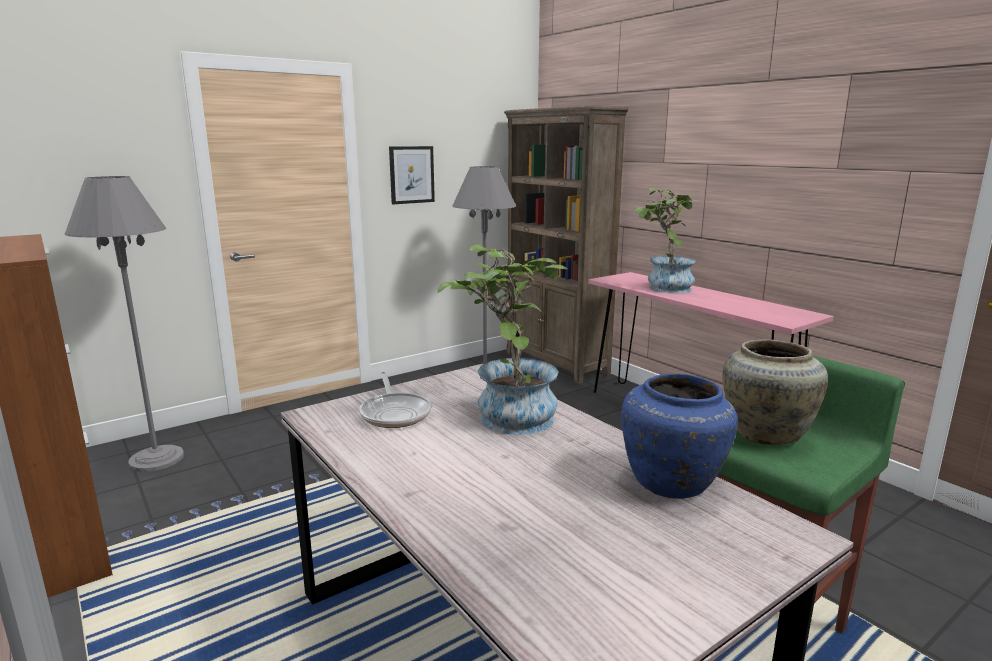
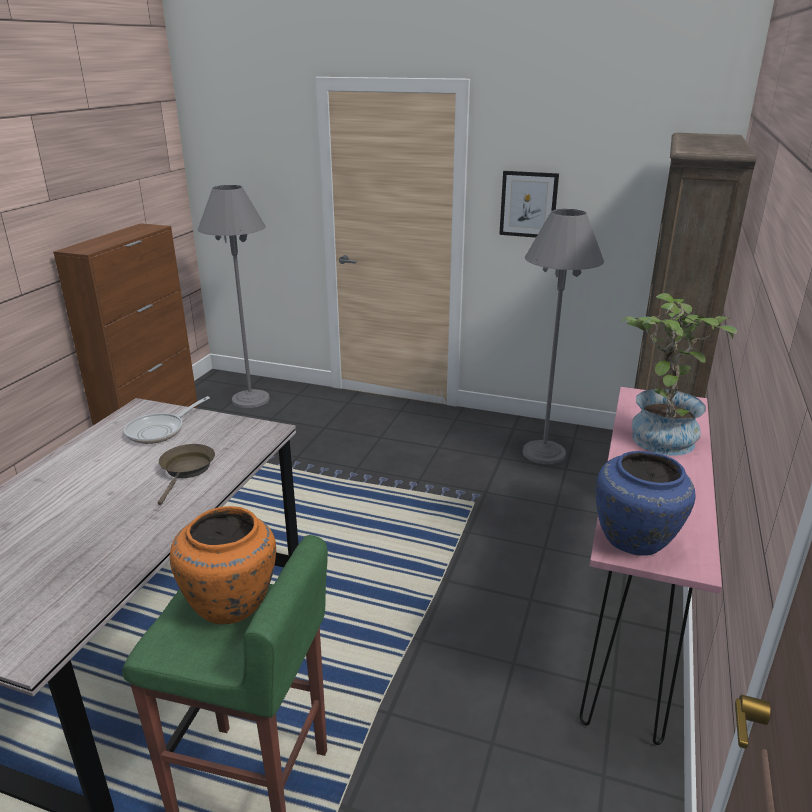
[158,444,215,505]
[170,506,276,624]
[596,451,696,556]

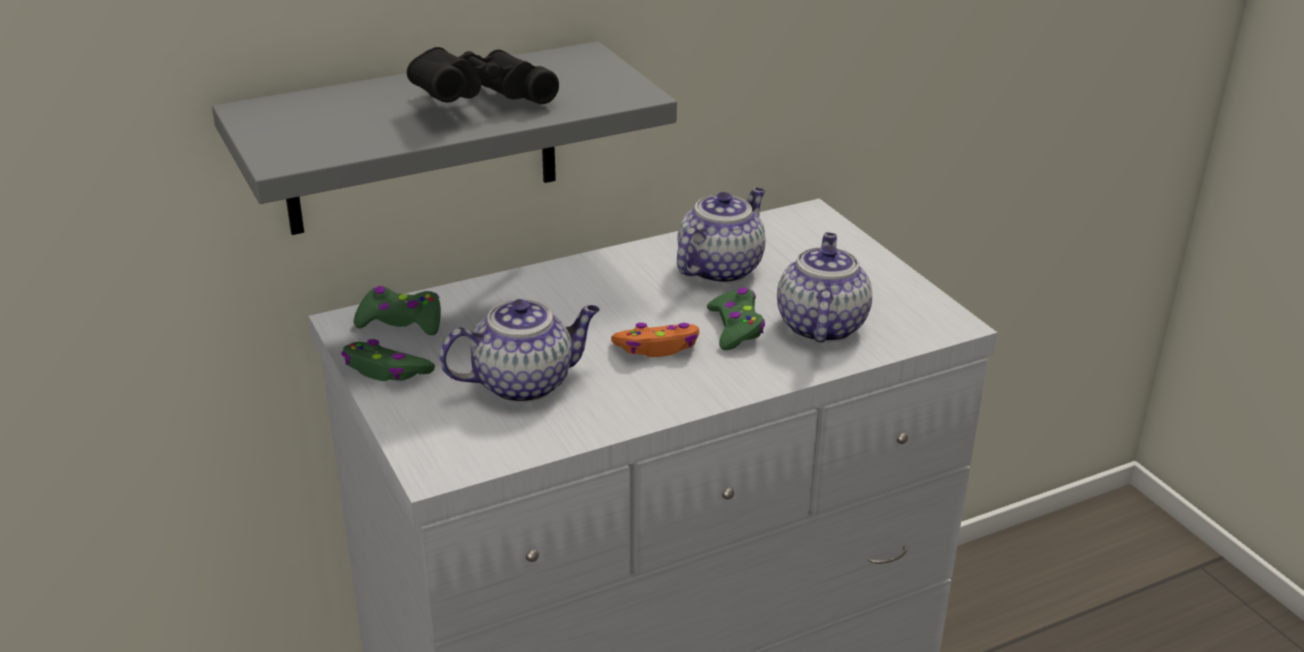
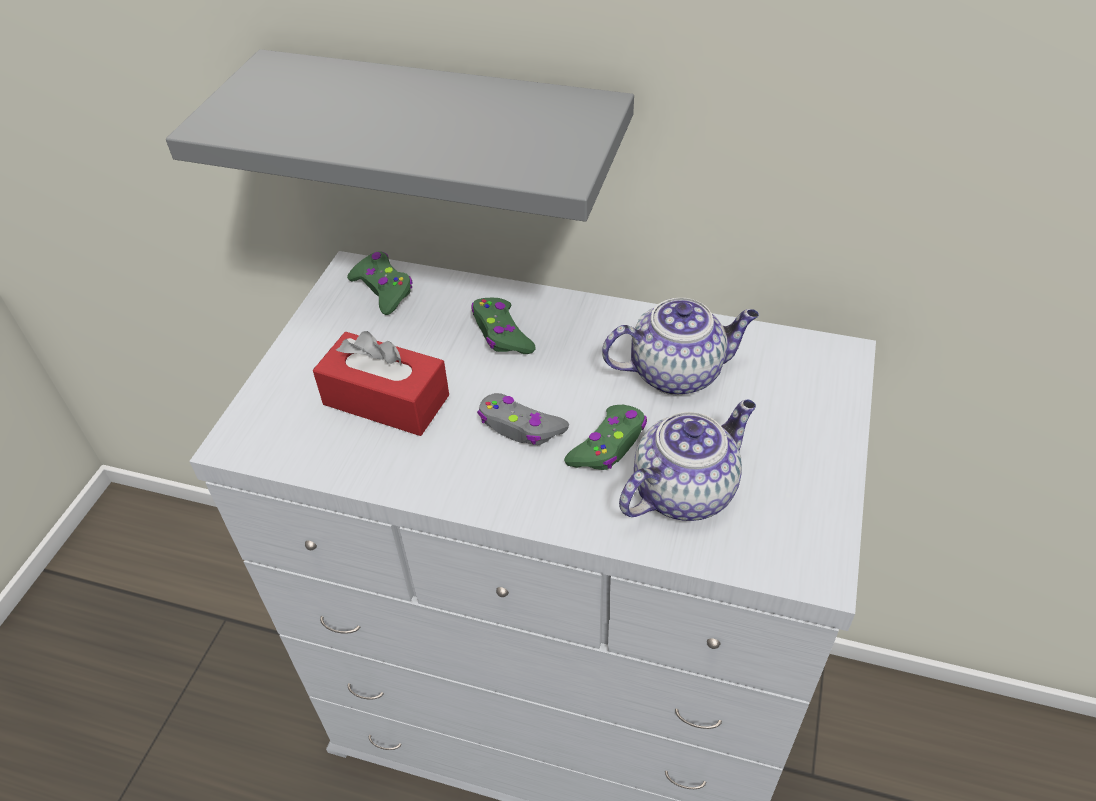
[313,331,449,436]
[471,298,536,354]
[477,393,569,445]
[407,47,559,104] (first image)

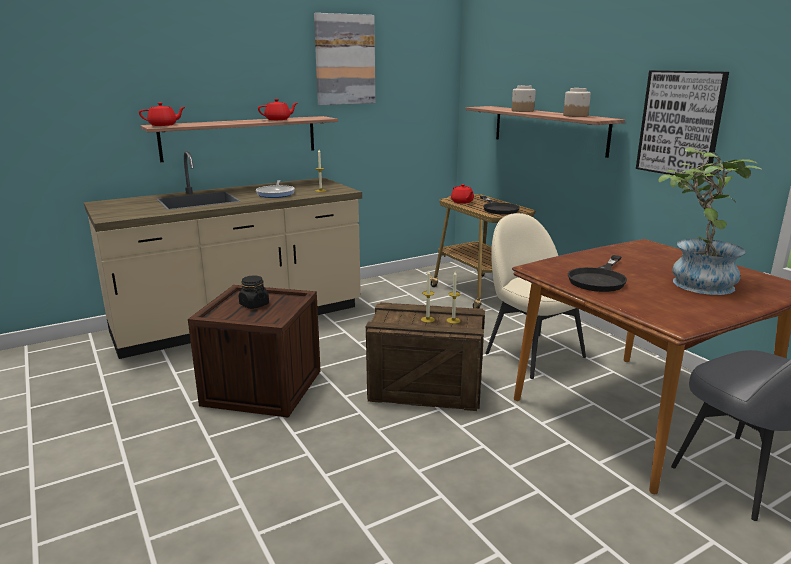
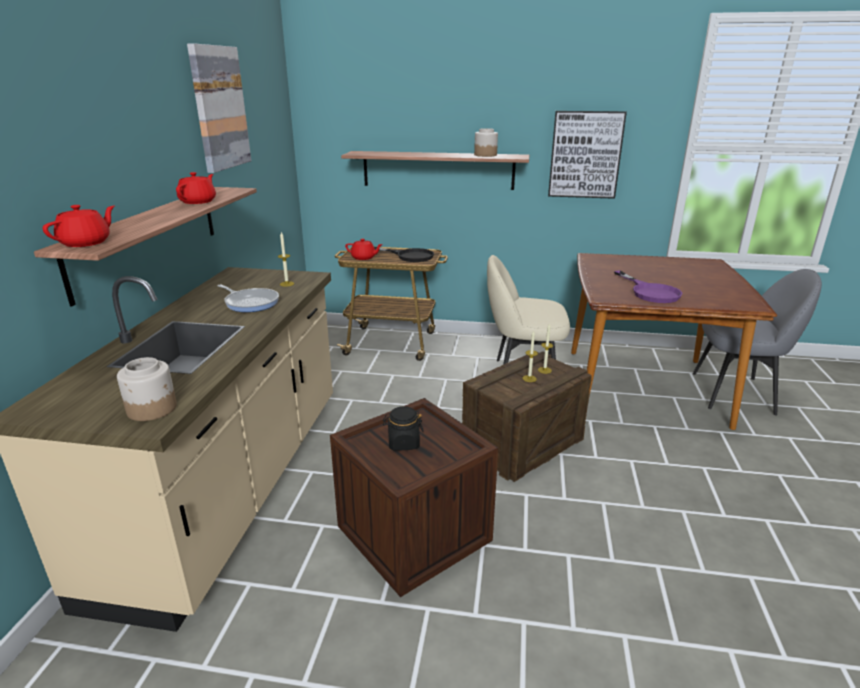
[117,357,177,421]
[614,271,682,303]
[658,147,761,295] (first image)

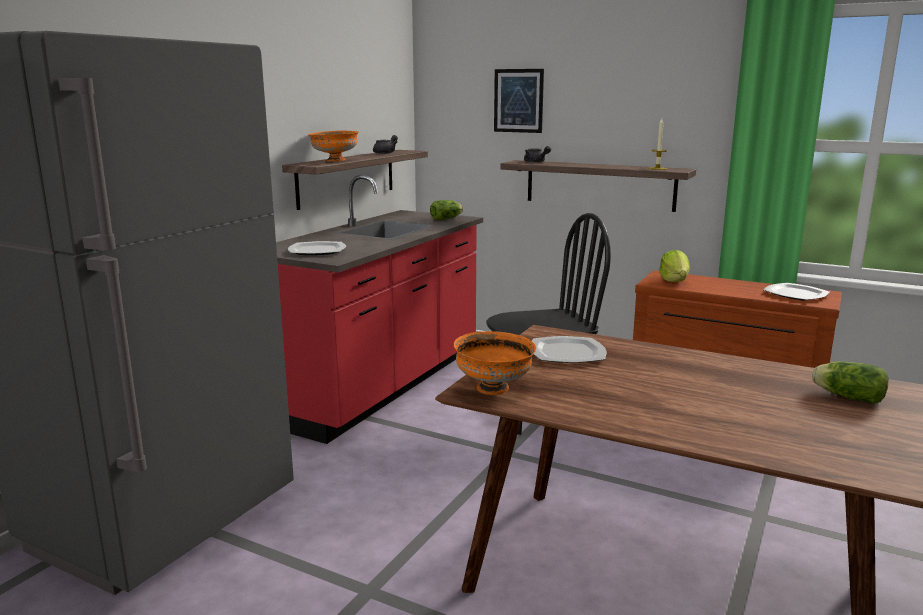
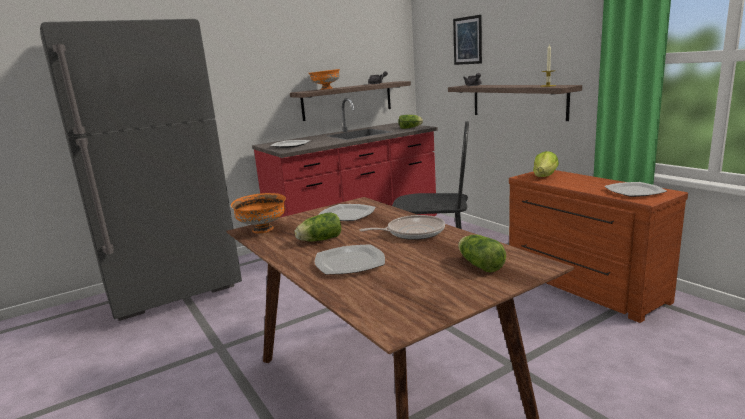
[295,212,341,241]
[315,244,385,275]
[359,215,445,240]

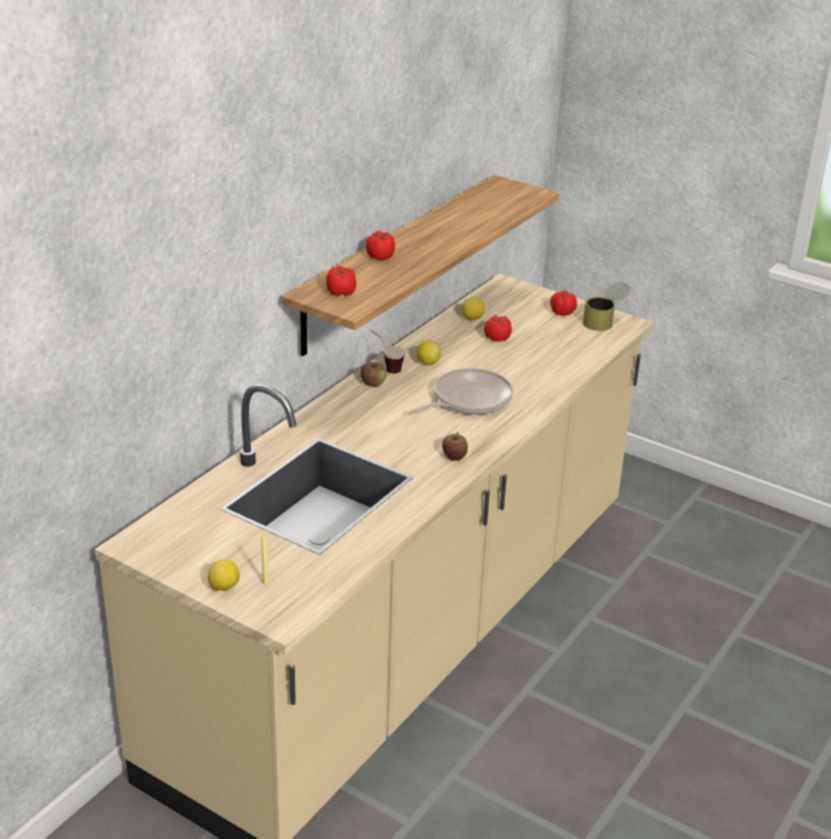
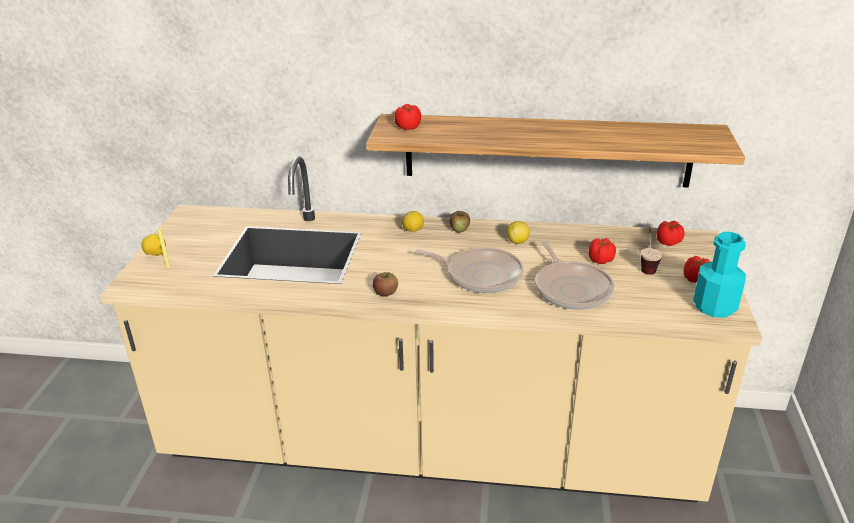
[402,211,424,232]
[535,241,614,309]
[641,227,663,275]
[657,221,685,246]
[693,232,746,318]

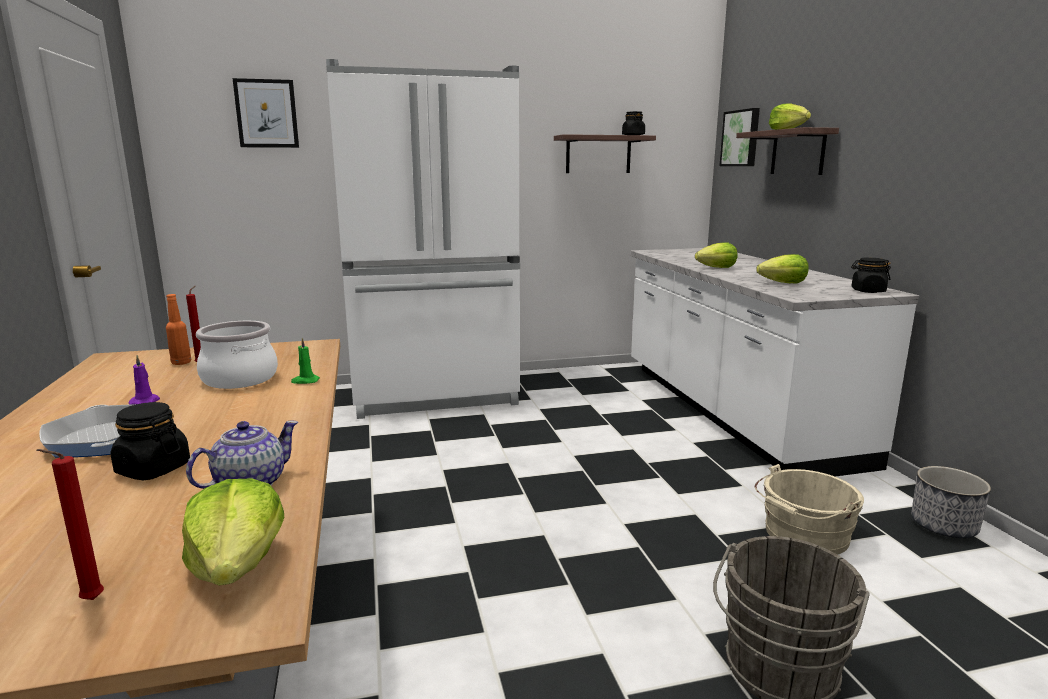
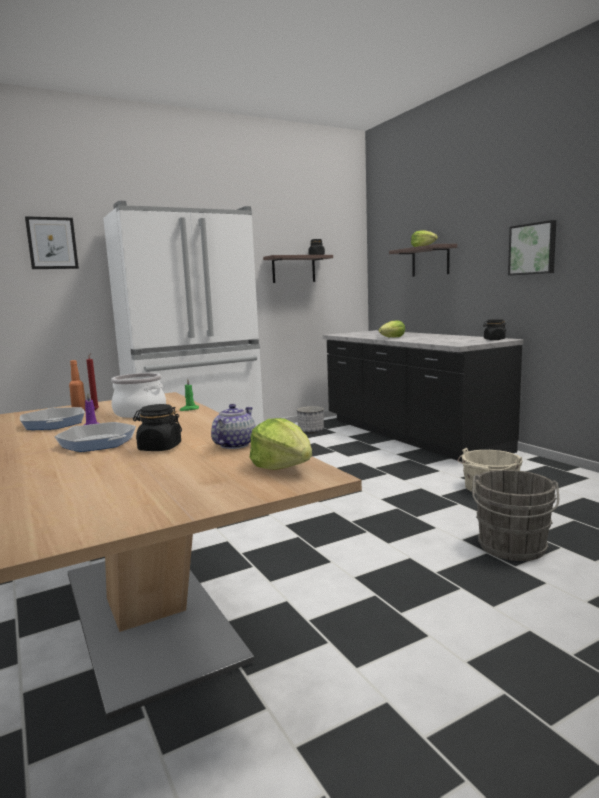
[20,407,85,430]
[297,406,324,433]
[323,330,523,462]
[508,220,556,276]
[36,449,104,600] (first image)
[756,254,808,284] (first image)

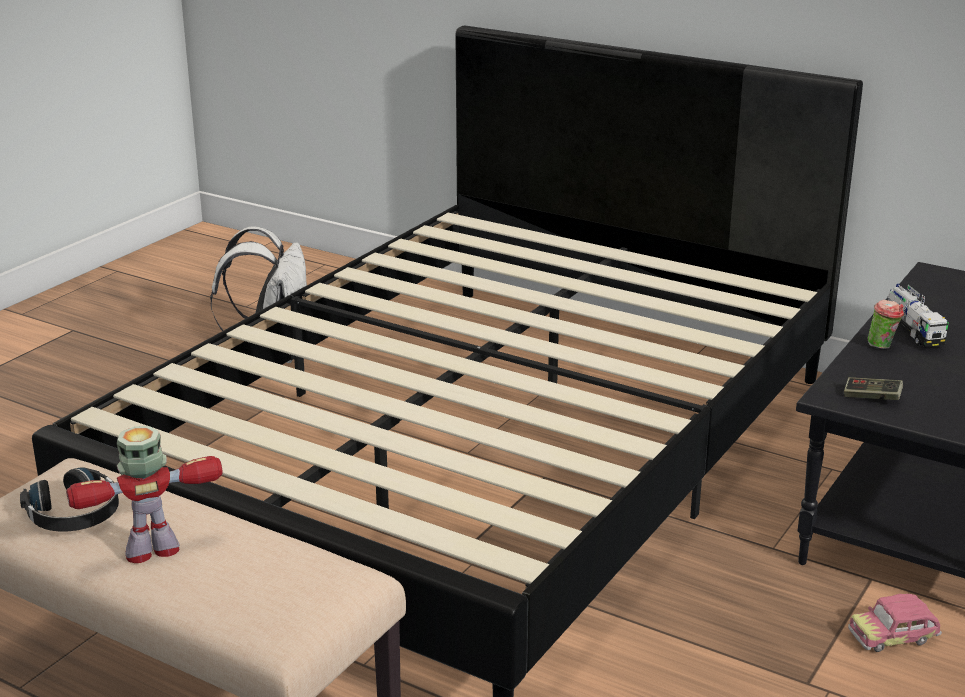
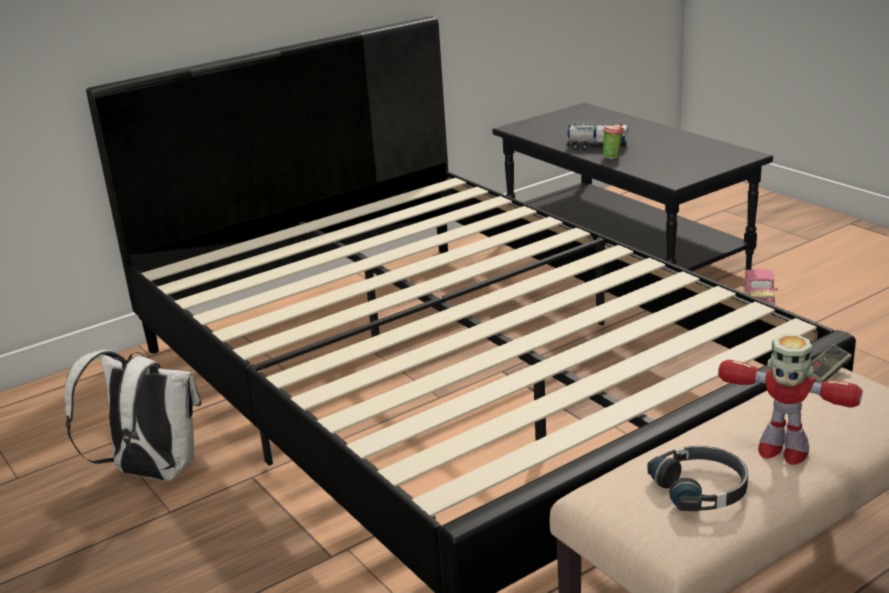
[718,335,862,465]
[809,344,852,383]

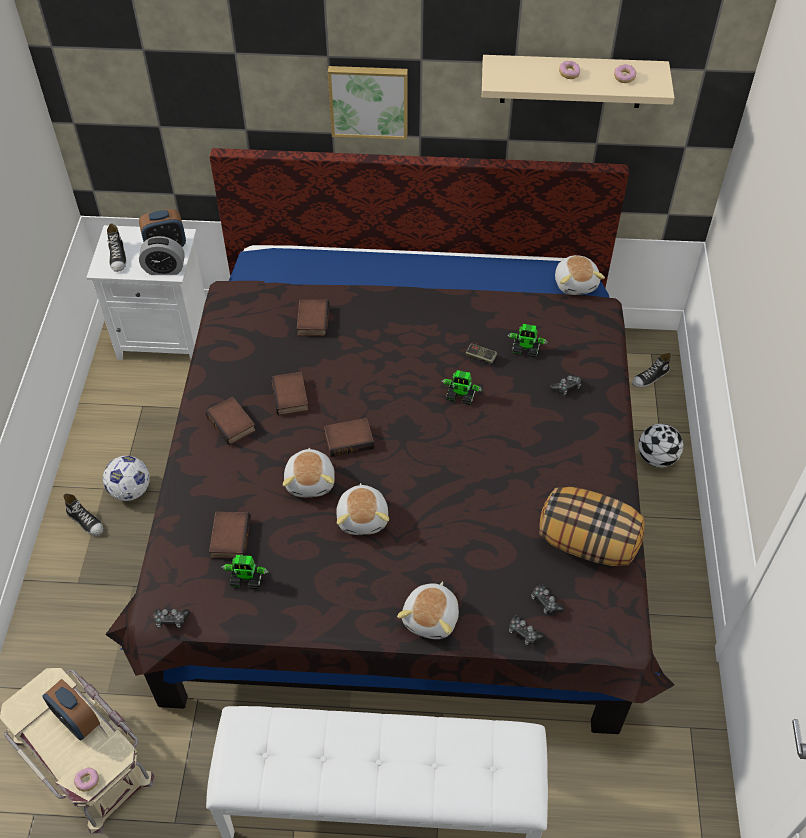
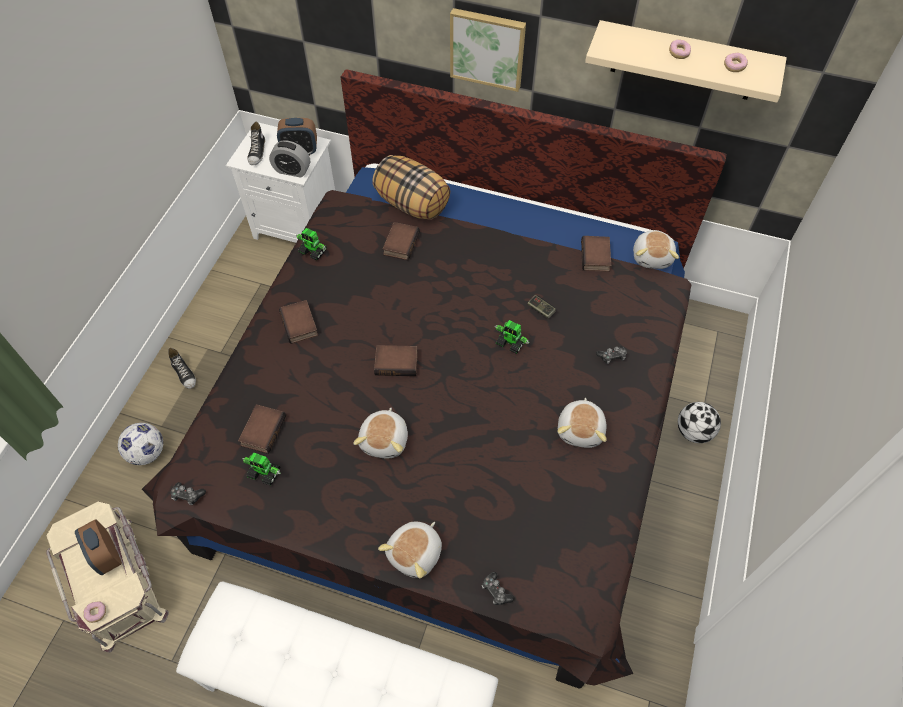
[118,423,163,465]
[296,228,327,260]
[372,155,450,220]
[558,398,607,448]
[581,236,611,272]
[531,584,565,614] (first image)
[632,353,671,388] (first image)

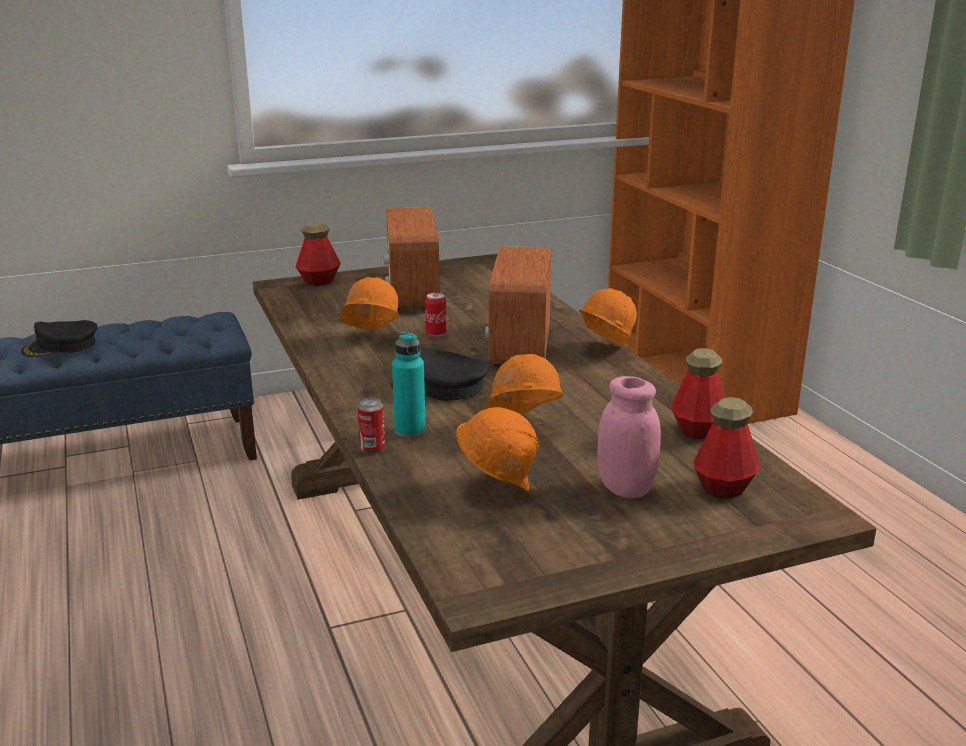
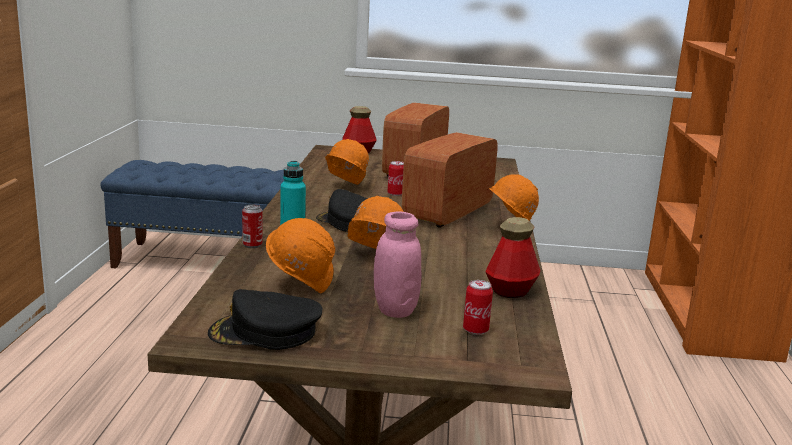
[208,289,322,350]
[463,280,493,335]

